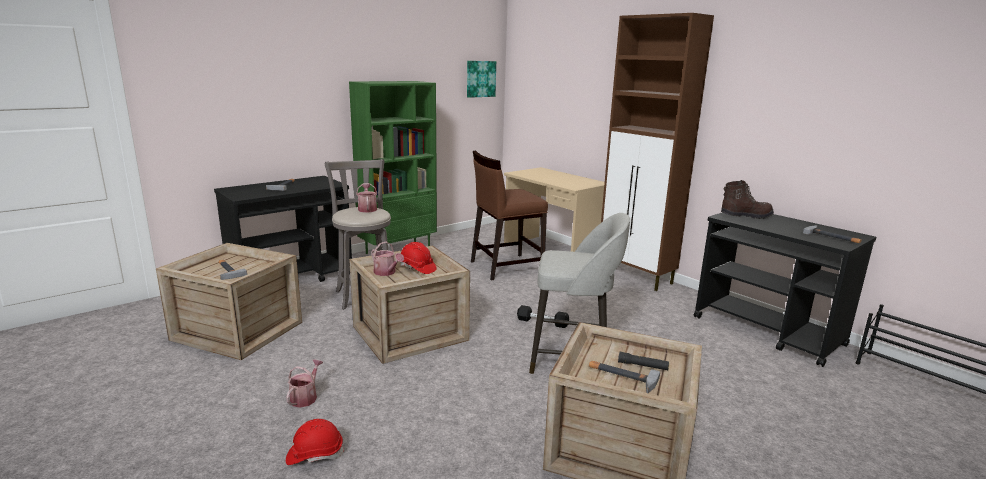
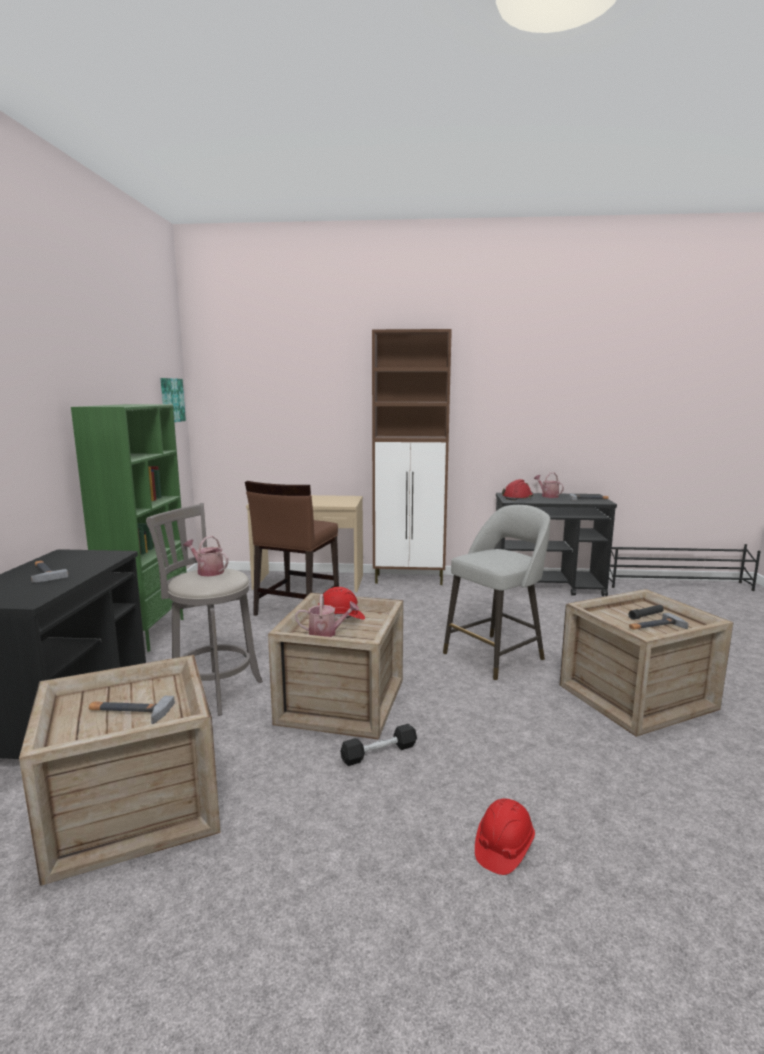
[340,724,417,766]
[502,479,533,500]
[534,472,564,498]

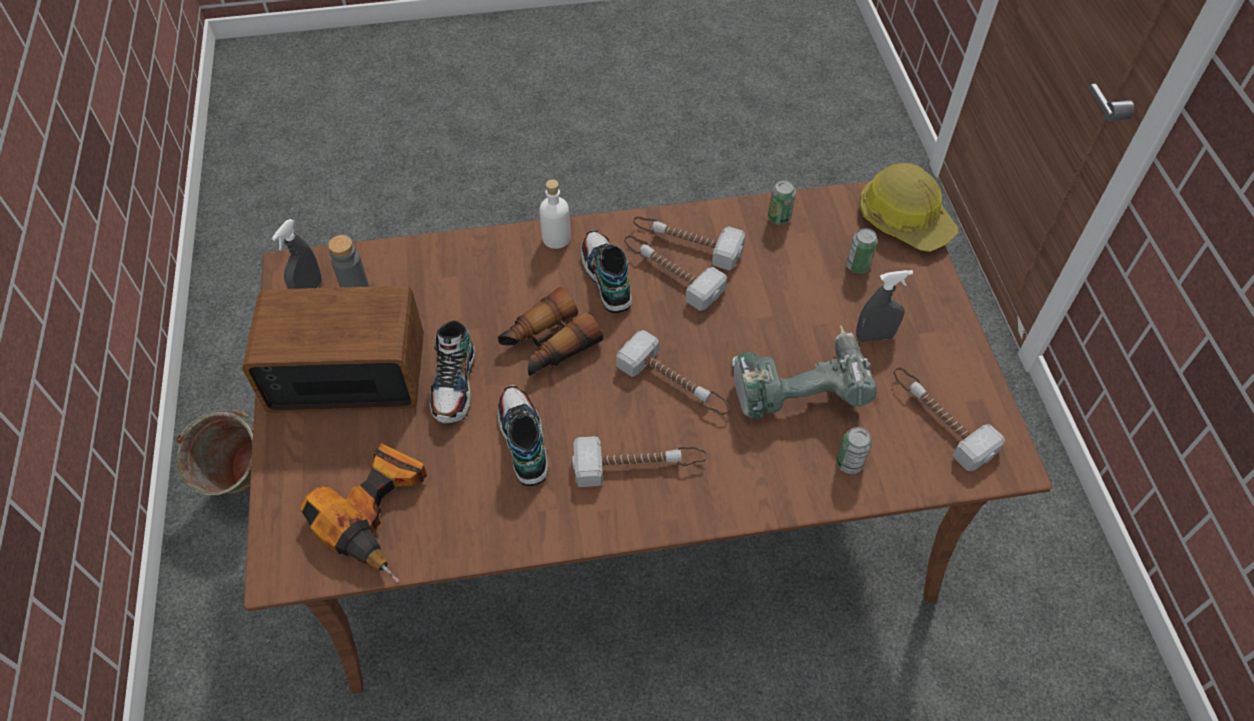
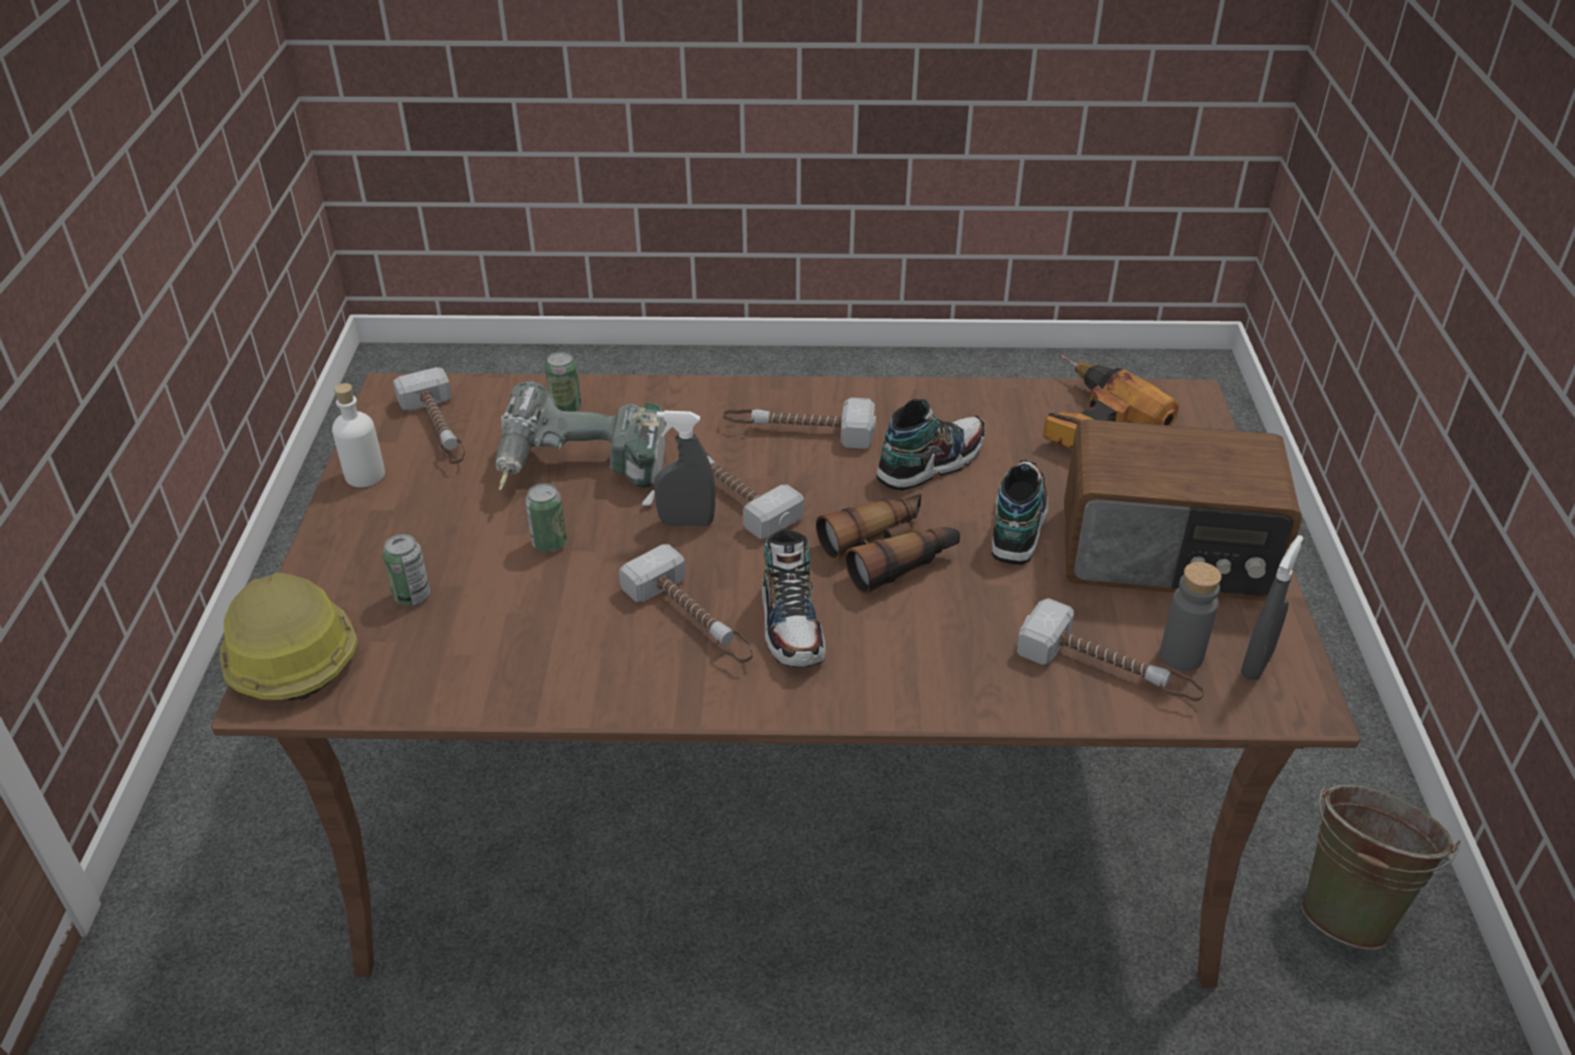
[332,383,385,487]
[525,483,567,552]
[654,411,716,527]
[877,399,986,490]
[1017,598,1205,701]

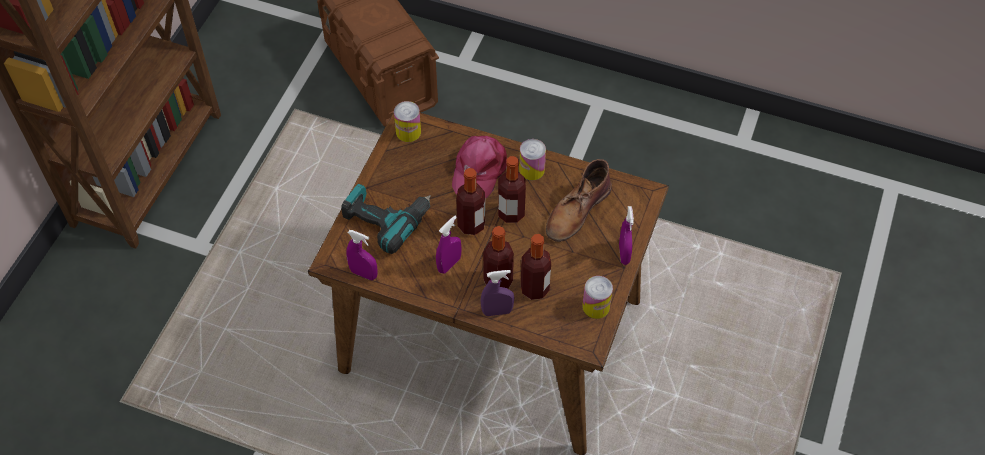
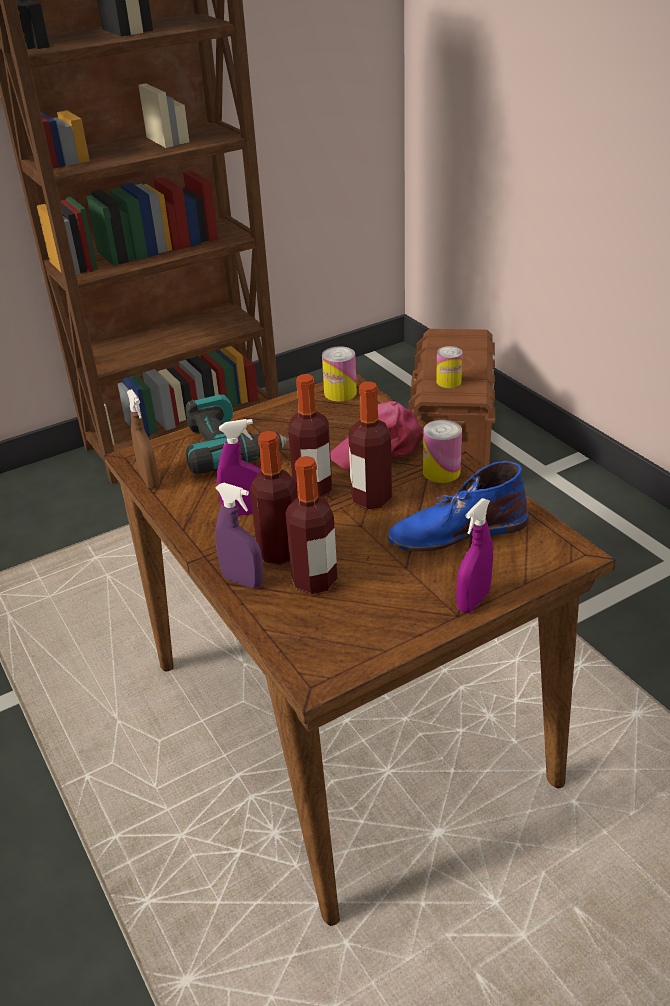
[127,389,160,489]
[387,461,529,551]
[436,346,462,388]

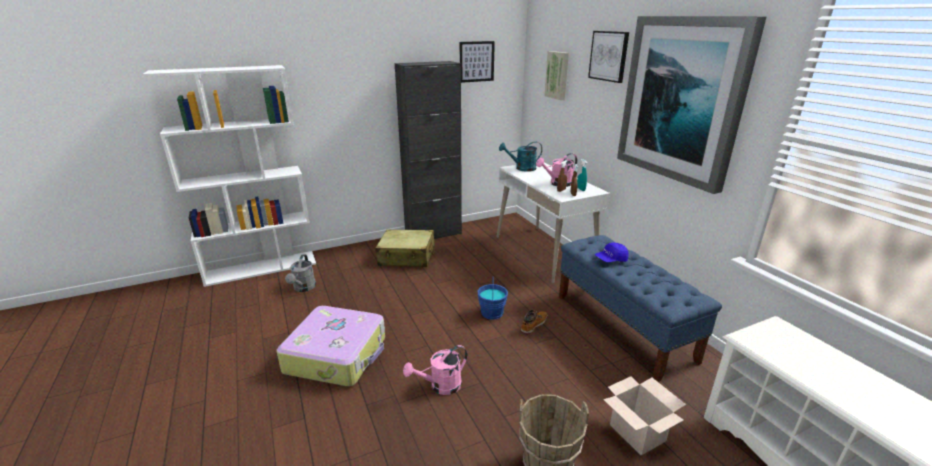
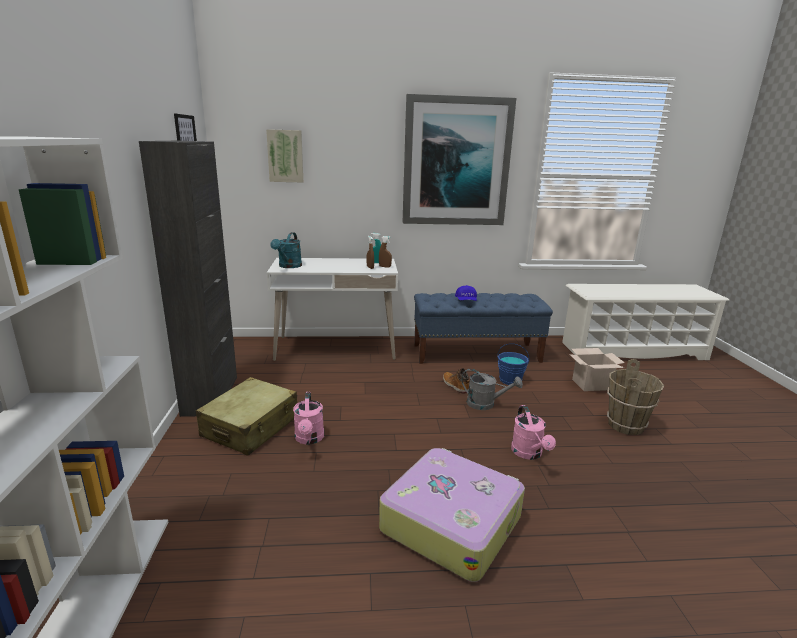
[293,392,324,445]
[462,369,523,410]
[497,343,529,385]
[588,31,629,83] (first image)

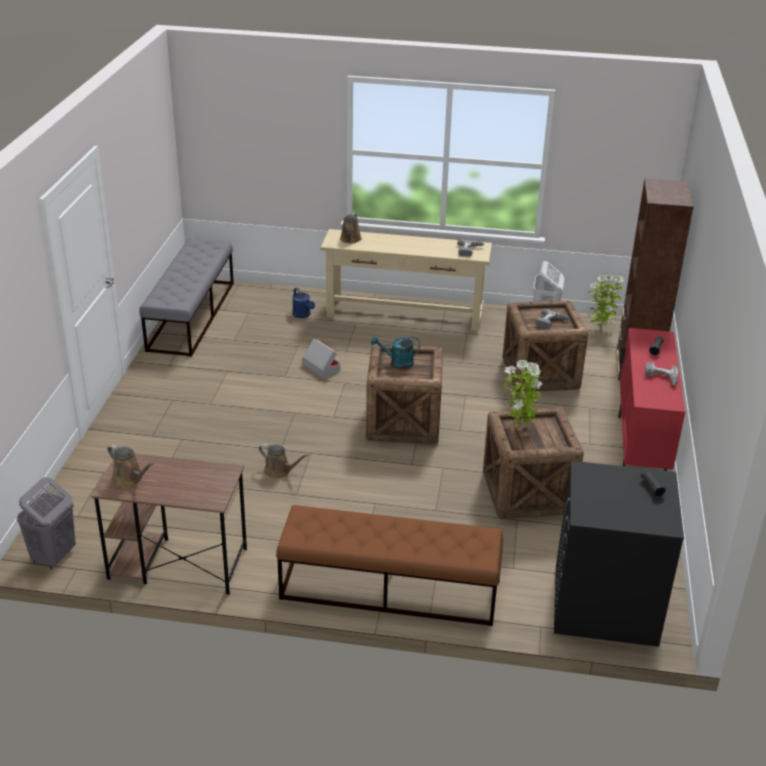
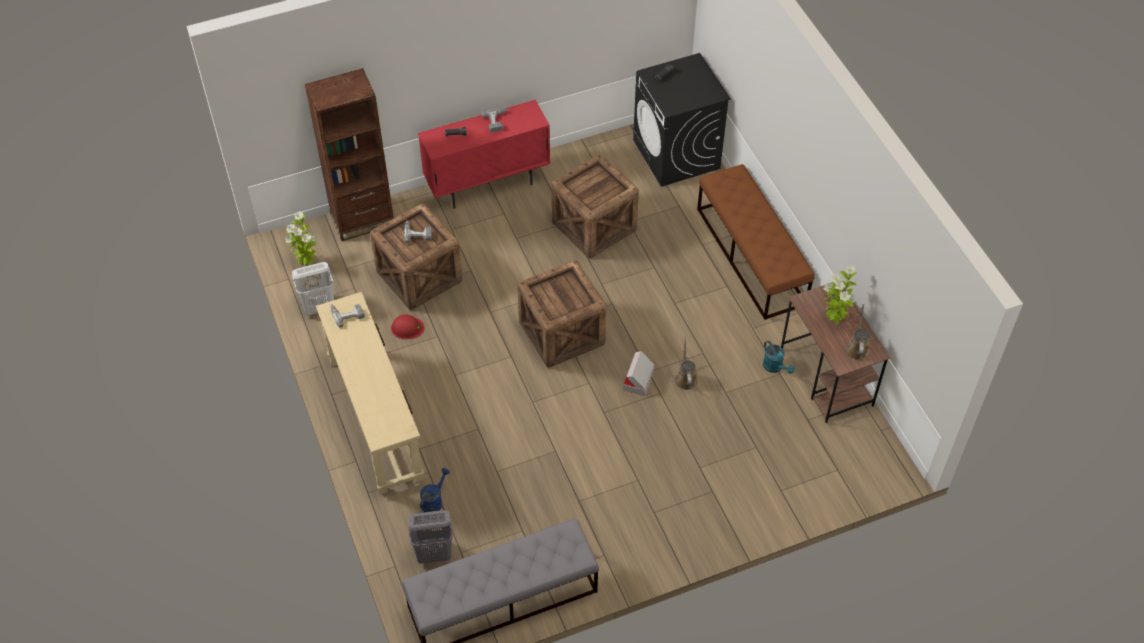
[391,314,425,339]
[408,510,453,564]
[623,351,654,396]
[763,340,795,374]
[824,265,857,325]
[340,213,362,243] (first image)

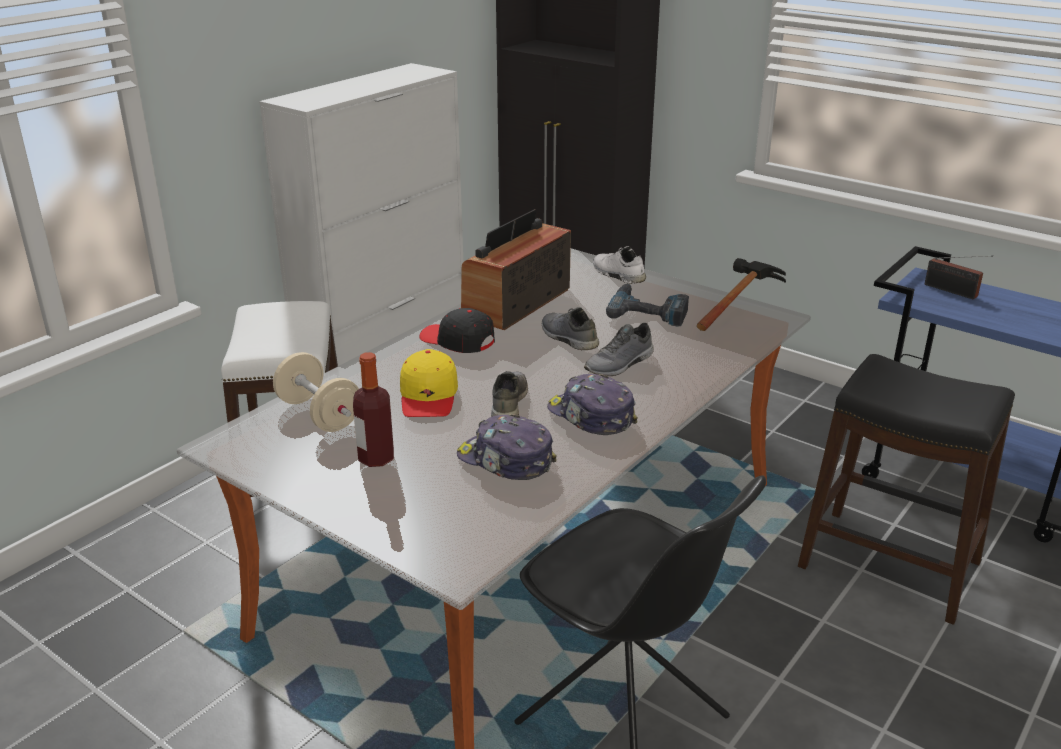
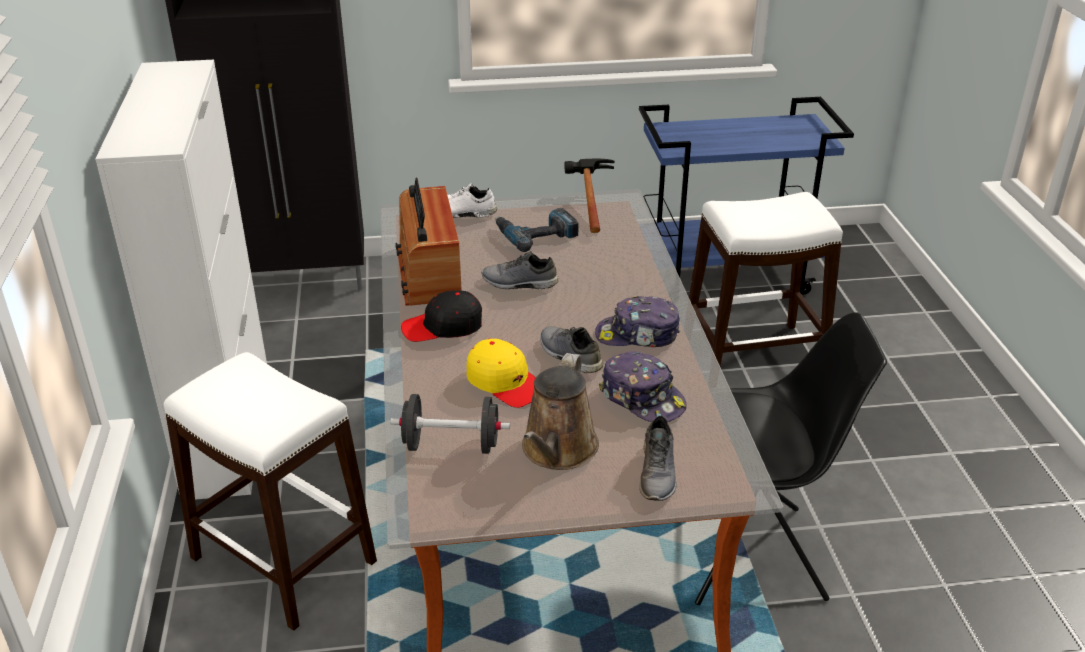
[390,394,510,454]
[522,353,599,470]
[599,351,687,422]
[639,416,677,501]
[689,192,843,366]
[925,255,993,299] (first image)

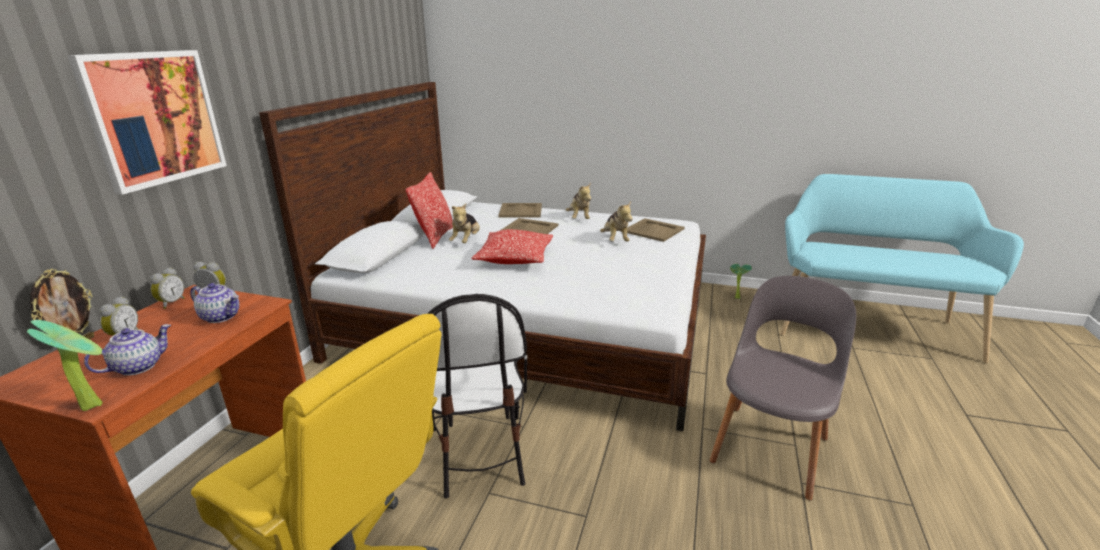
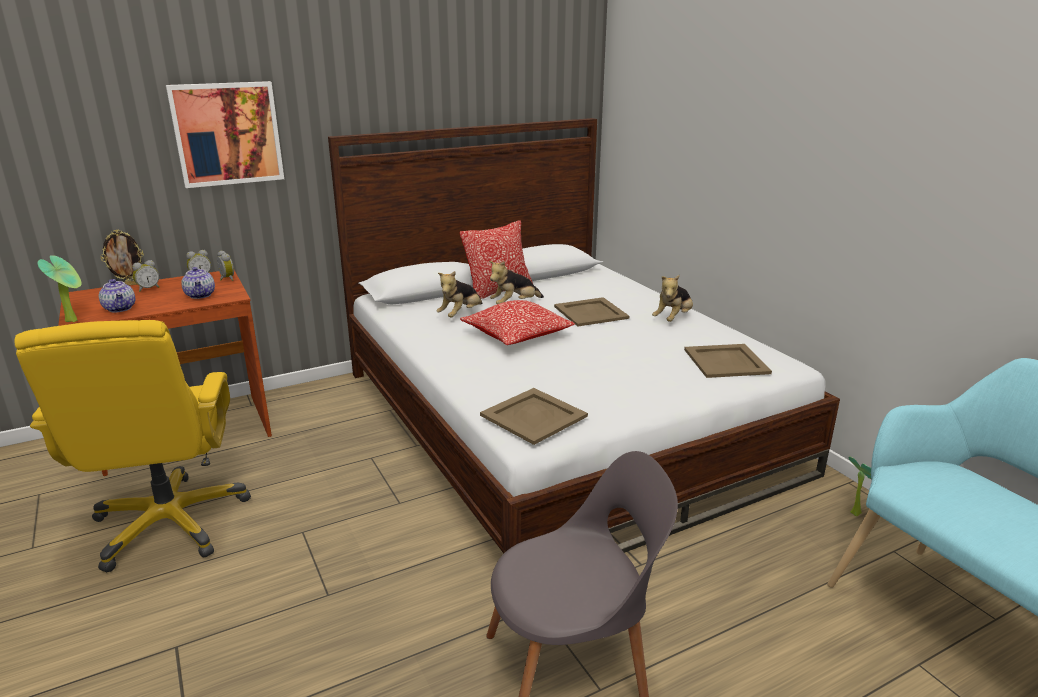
[99,279,135,312]
[436,271,483,317]
[480,388,588,445]
[427,294,527,499] (first image)

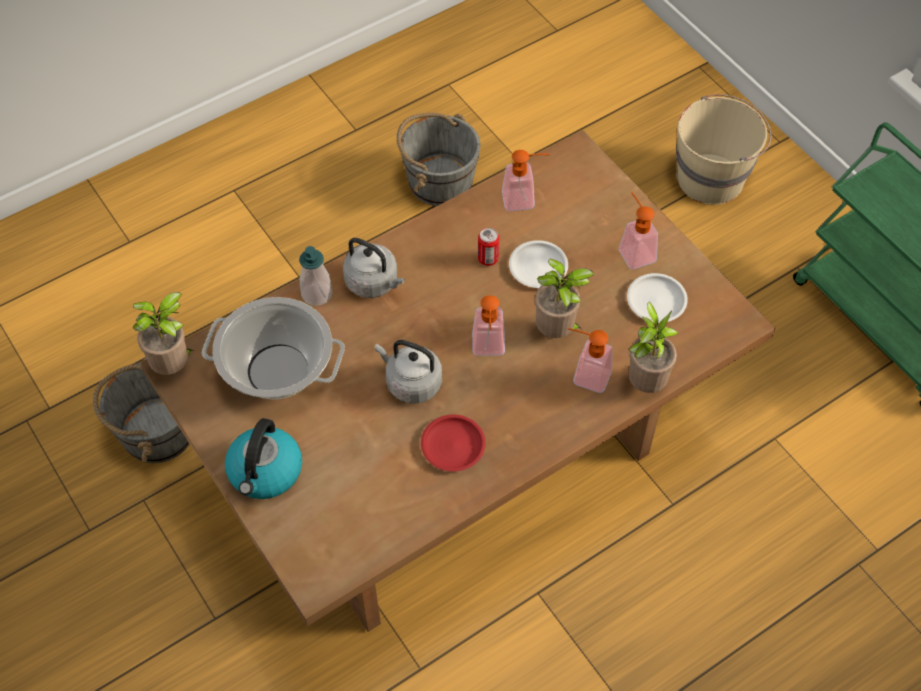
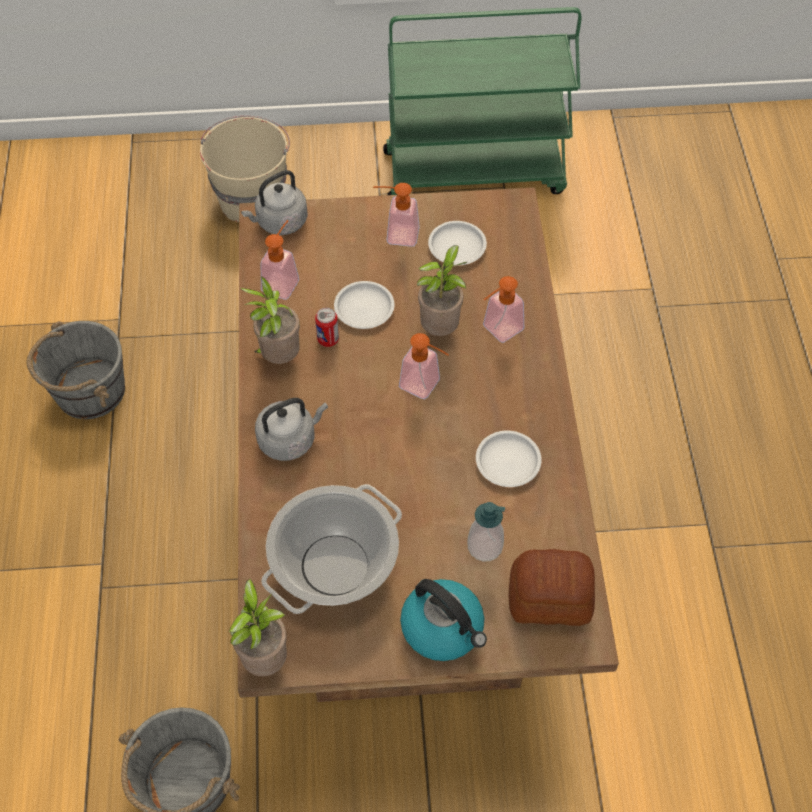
[241,170,308,235]
[241,276,300,364]
[467,502,505,561]
[476,431,542,487]
[509,549,595,626]

